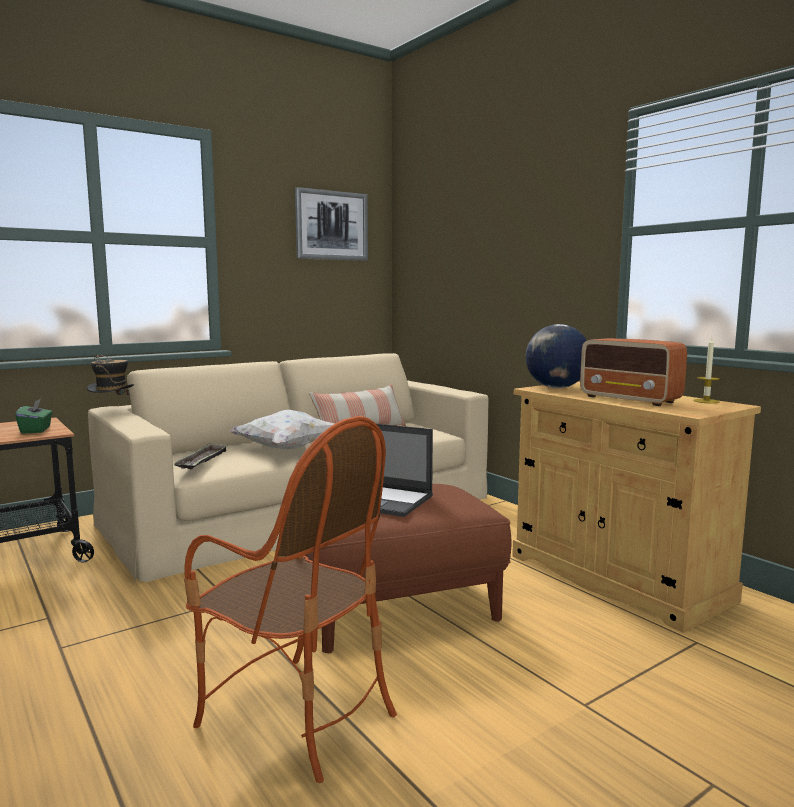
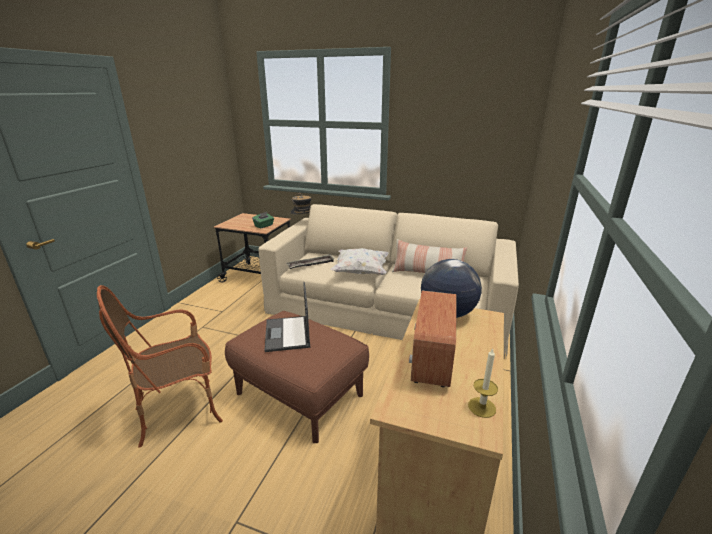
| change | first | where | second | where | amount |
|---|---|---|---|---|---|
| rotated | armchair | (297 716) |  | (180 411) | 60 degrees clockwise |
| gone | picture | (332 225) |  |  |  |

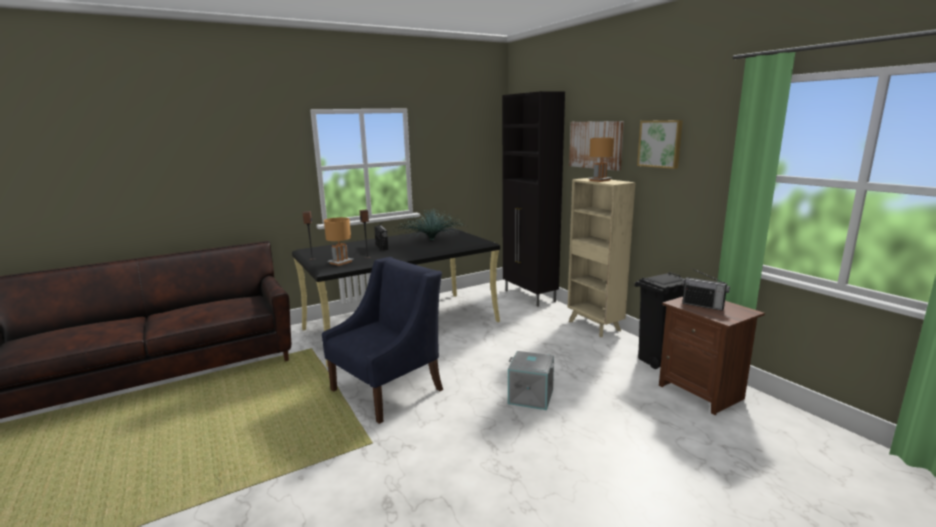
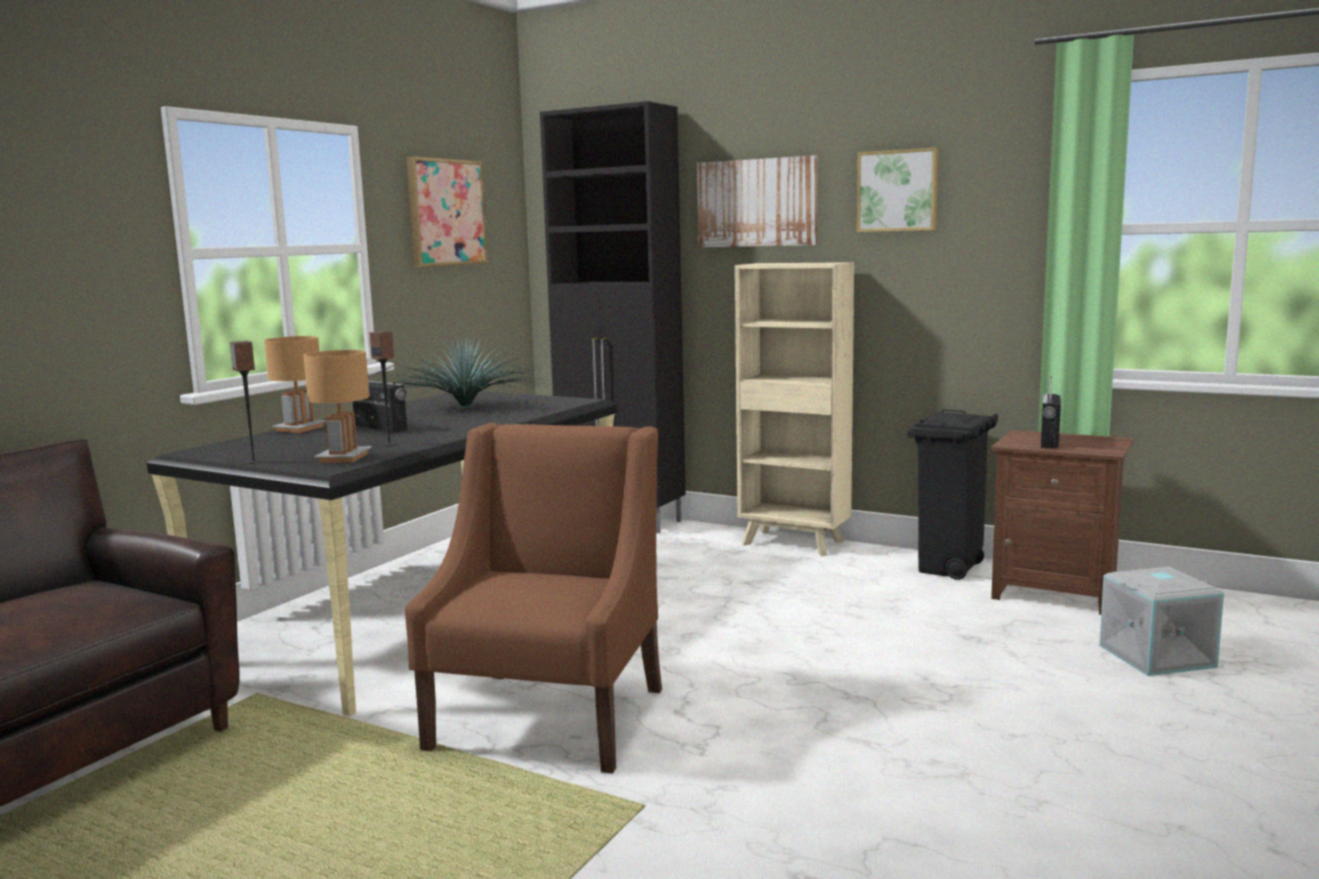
| change | first | where | second | where | amount |
|---|---|---|---|---|---|
| shifted | table lamp in brown | (599 180) |  | (299 429) |  |
| repainted | armchair in blue | (388 389) | armchair in brown | (550 717) |  |
| new |  |  | picture | (446 212) |  |
| rotated | radio | (703 305) |  | (1049 442) | 105 degrees clockwise |
| shifted | storage box in grey | (531 396) |  | (1156 655) |  |

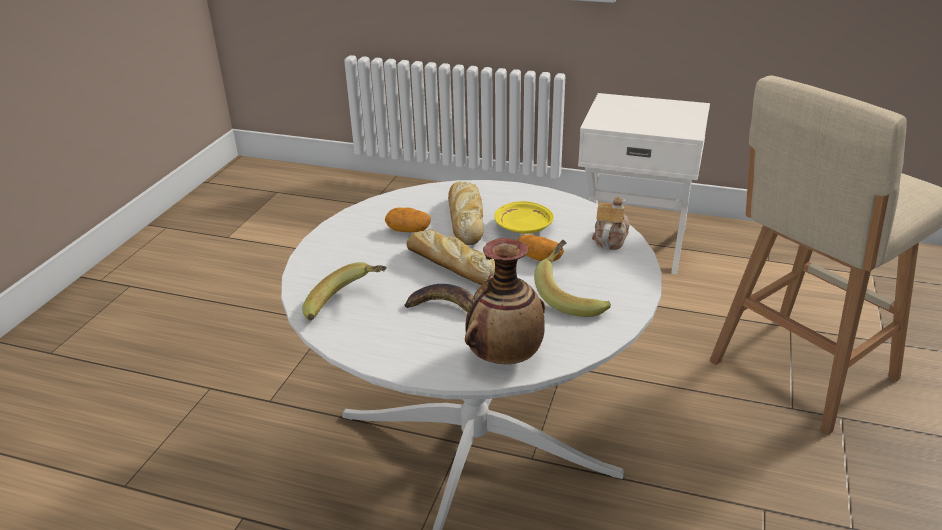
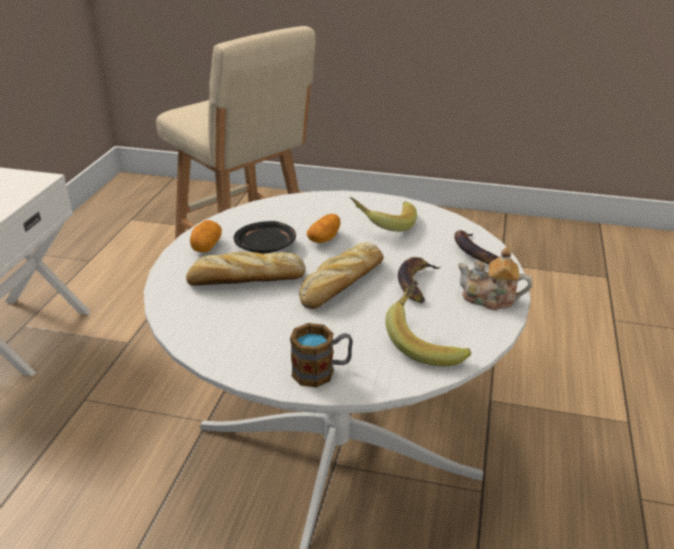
| change | first | where | second | where | amount |
|---|---|---|---|---|---|
| shifted | potato | (408 230) |  | (206 246) |  |
| repainted | plate in yellow | (523 227) | plate in black | (266 246) |  |
| new |  |  | mug | (322 372) |  |
| swapped | vase | (504 356) | banana | (474 252) |  |
| shifted | teapot | (610 238) |  | (490 299) |  |

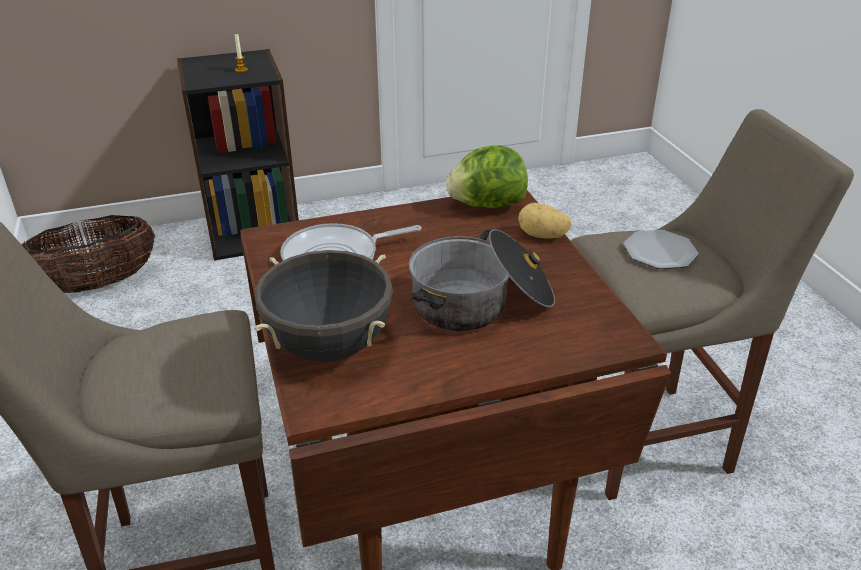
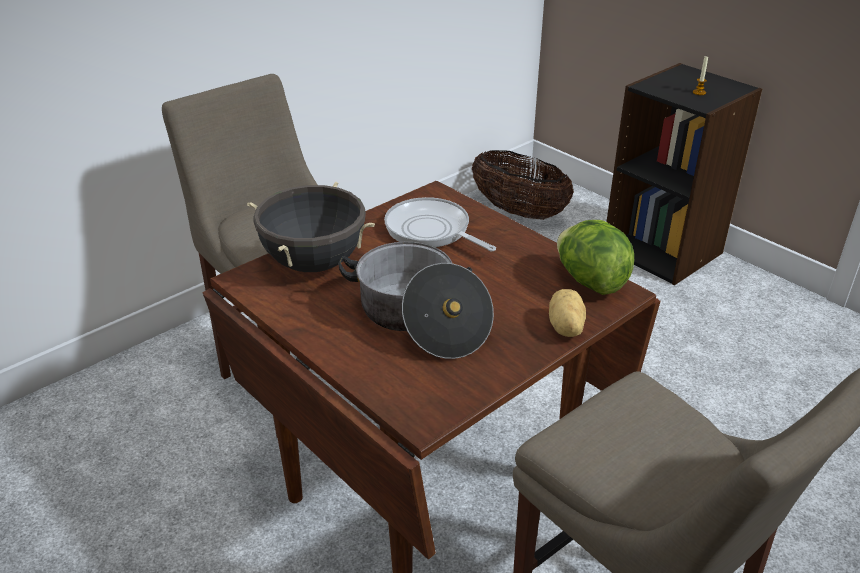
| change | first | where | second | where | amount |
|---|---|---|---|---|---|
| gone | plate | (659 252) |  |  |  |

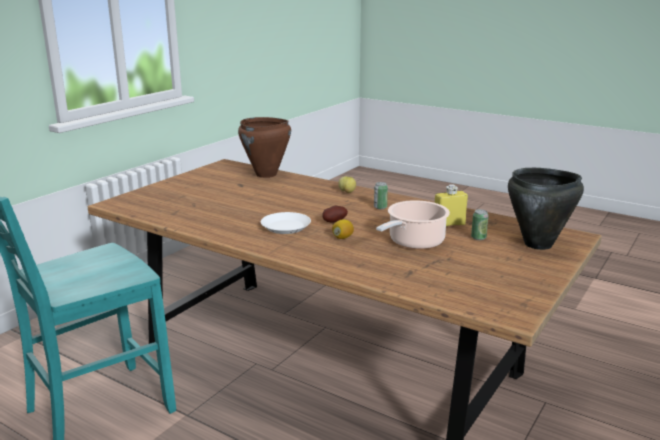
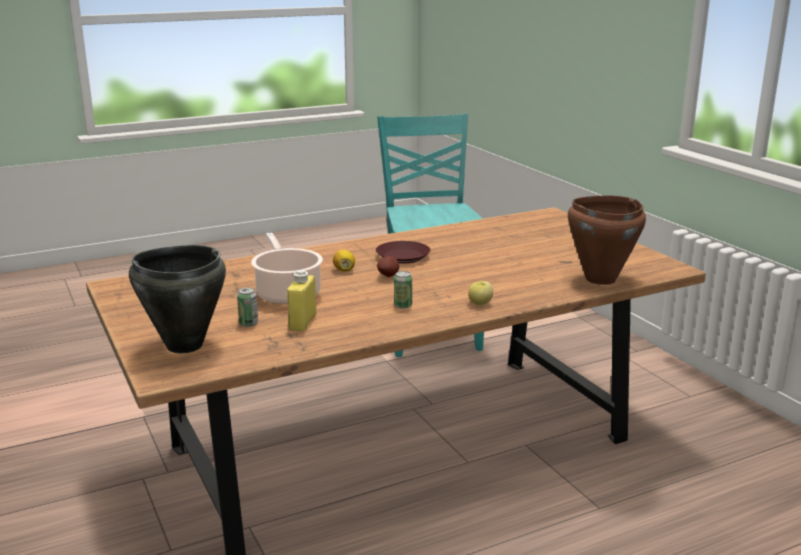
| change | first | where | second | where | amount |
|---|---|---|---|---|---|
| repainted | plate in white | (285 227) | plate in brown | (403 256) |  |

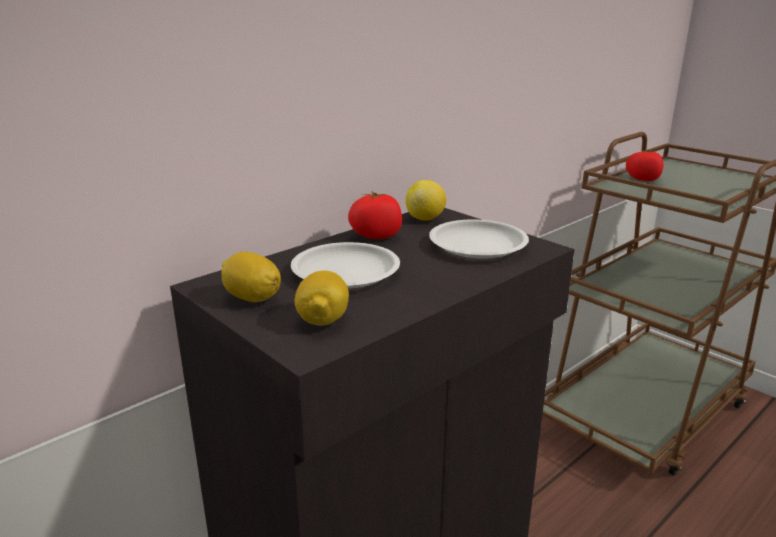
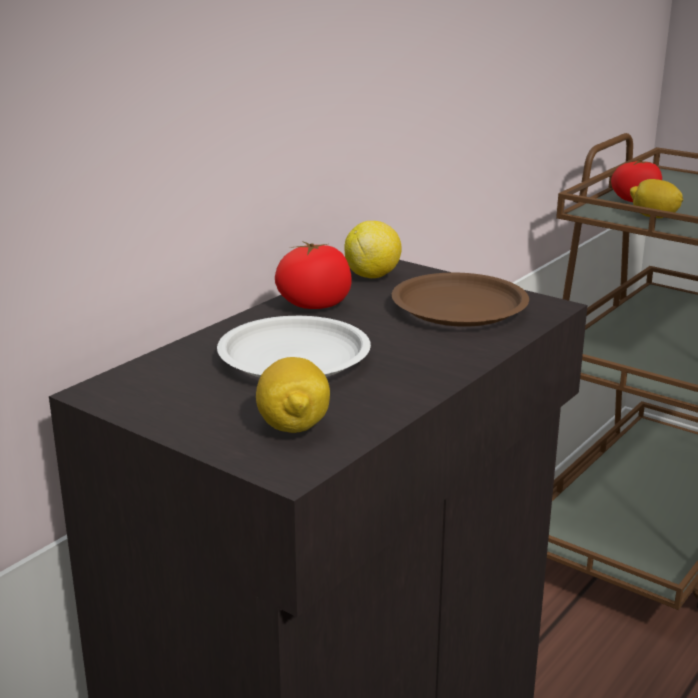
| change | first | where | second | where | amount |
|---|---|---|---|---|---|
| repainted | plate in white | (478 245) | plate in brown | (460 309) |  |
| shifted | lemon | (252 298) |  | (653 217) |  |

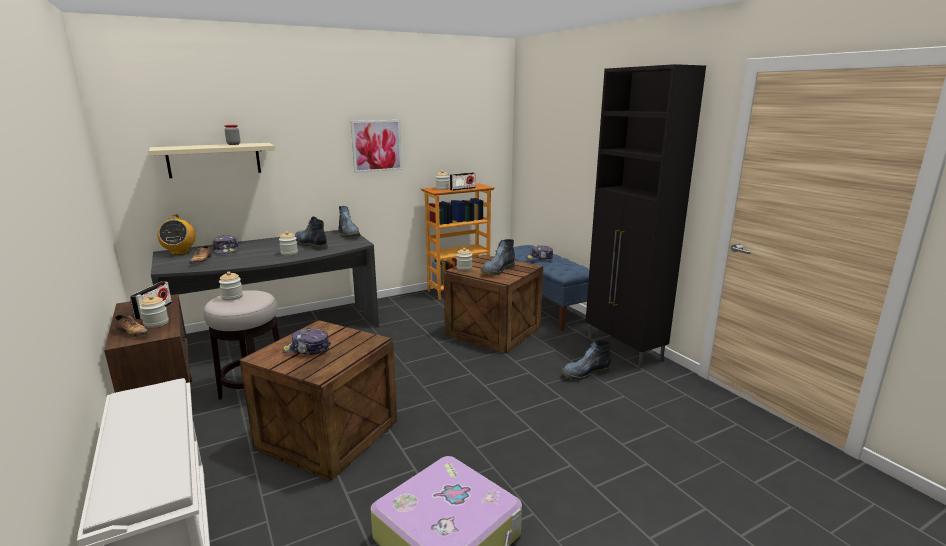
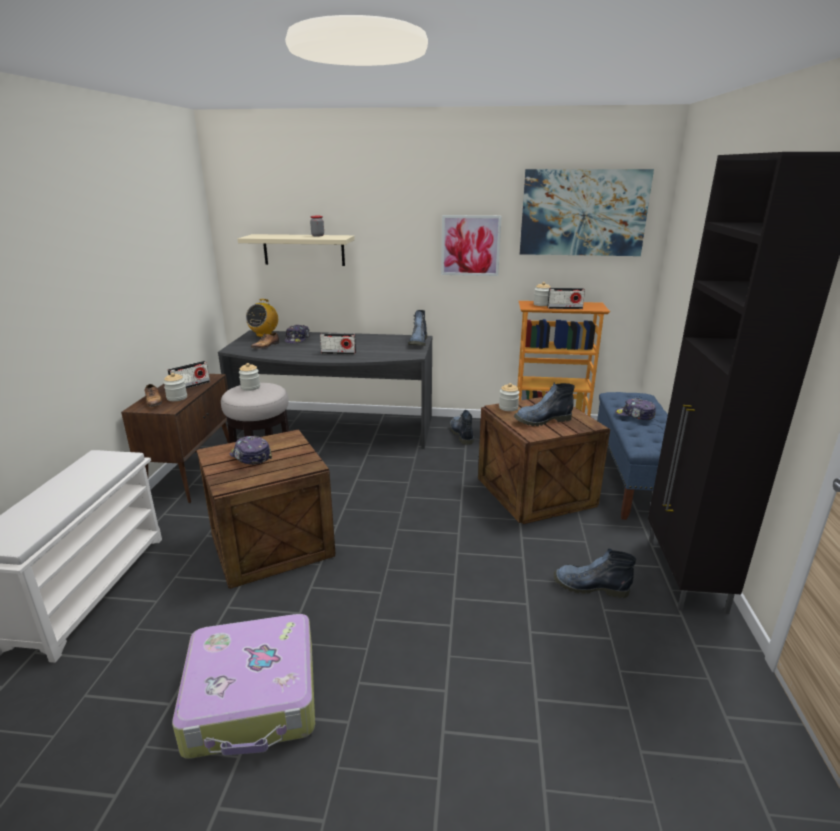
| change | first | where | second | where | amount |
|---|---|---|---|---|---|
| swapped | jar | (289 253) | radio | (338 353) |  |
| shifted | boot | (310 245) |  | (461 434) |  |
| new |  |  | picture | (583 213) |  |

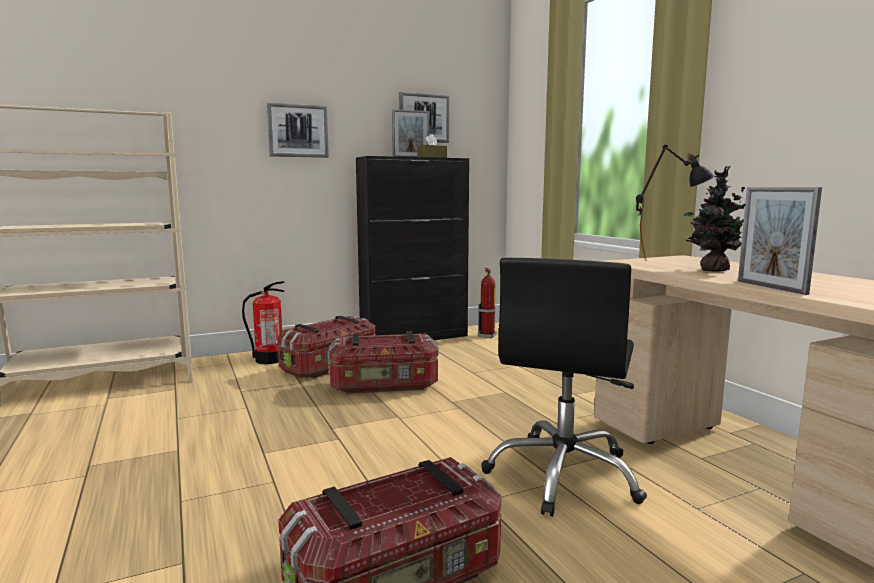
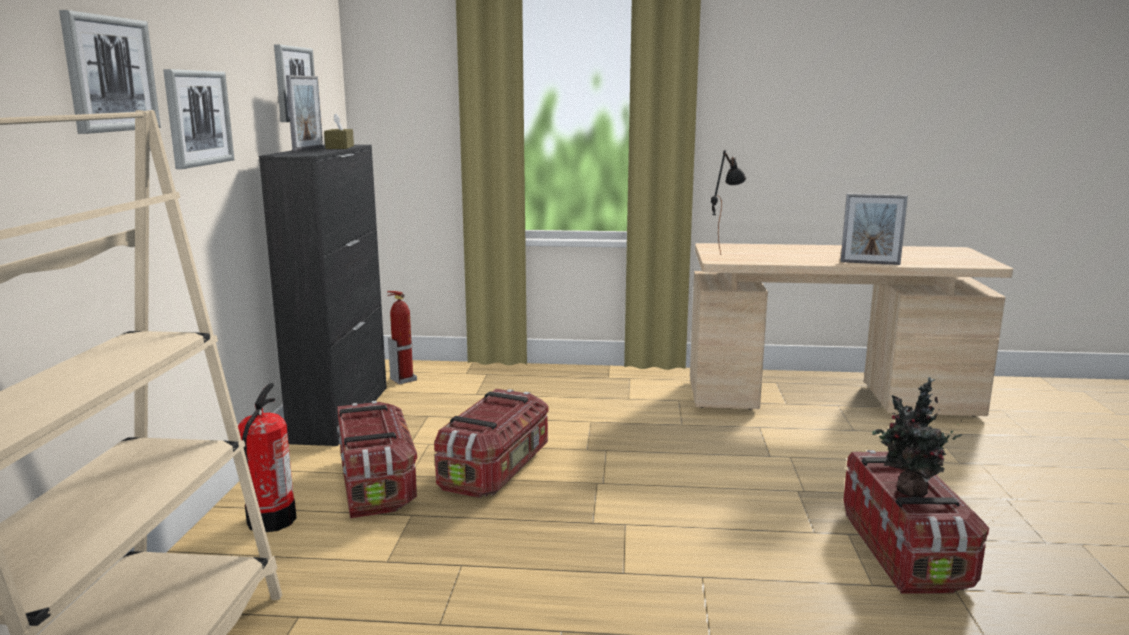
| change | first | where | second | where | amount |
|---|---|---|---|---|---|
| new |  |  | picture | (110 74) |  |
| shifted | potted plant | (711 270) |  | (909 492) |  |
| gone | office chair in black | (564 475) |  |  |  |

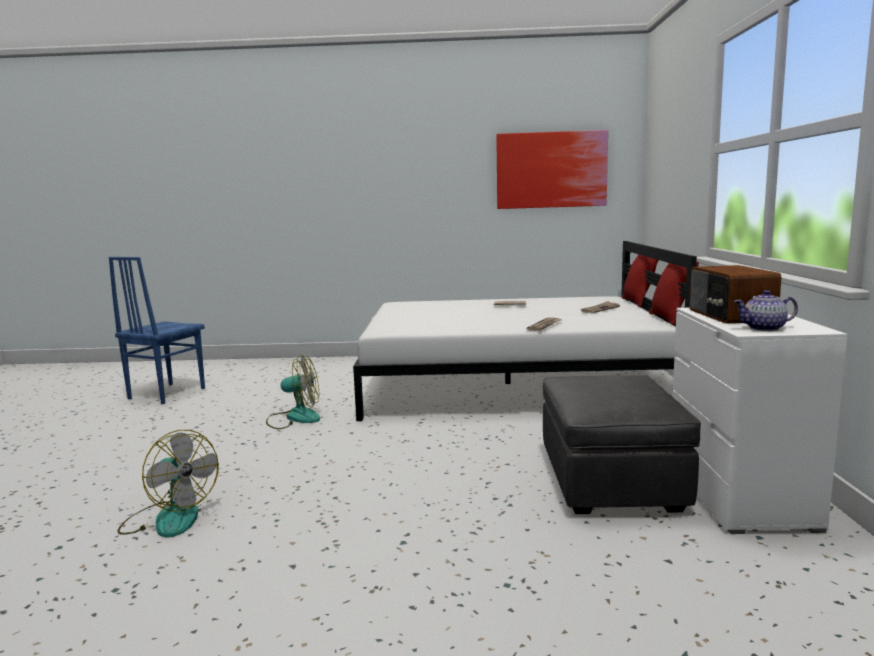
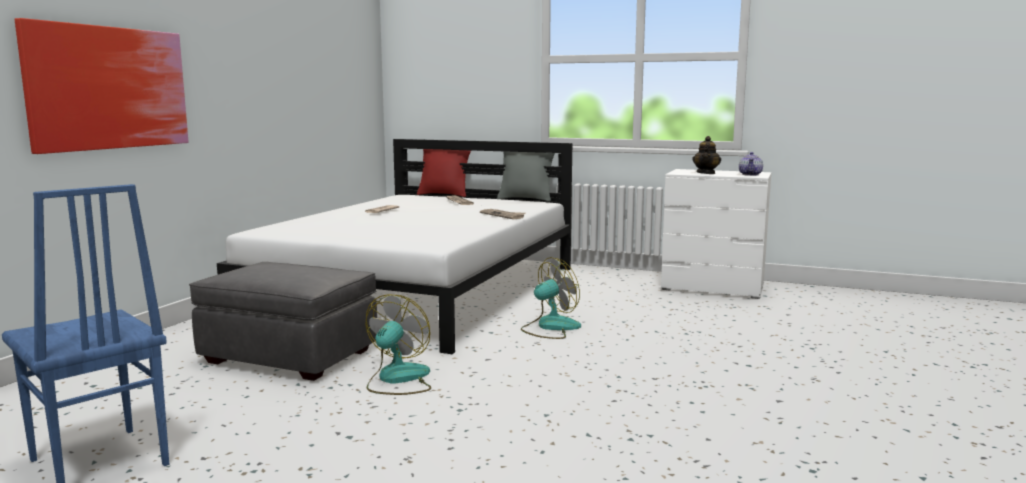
| change | first | where | second | where | amount |
|---|---|---|---|---|---|
| shifted | picture | (551 170) |  | (109 88) |  |
| shifted | ottoman in grey | (611 480) |  | (290 356) |  |
| repainted | pillow in red | (669 319) | pillow in grey | (526 199) |  |
| shifted | fan | (169 518) |  | (550 327) |  |
| swapped | radio | (729 315) | teapot | (706 173) |  |

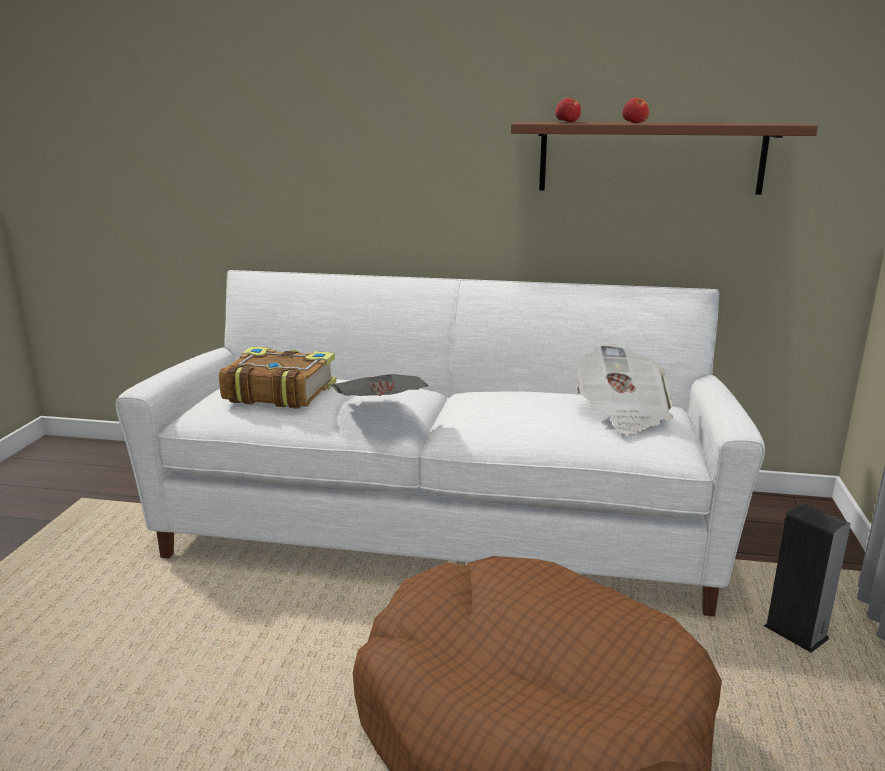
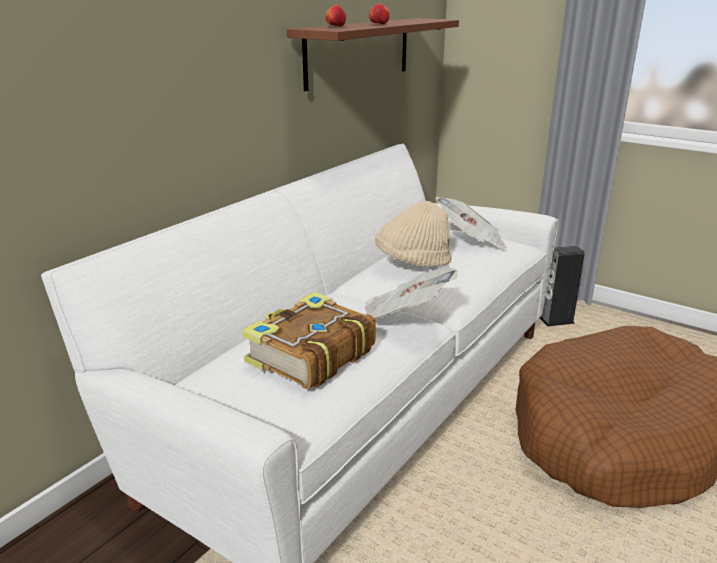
| change | first | where | second | where | amount |
|---|---|---|---|---|---|
| new |  |  | hat in beige | (412 262) |  |

